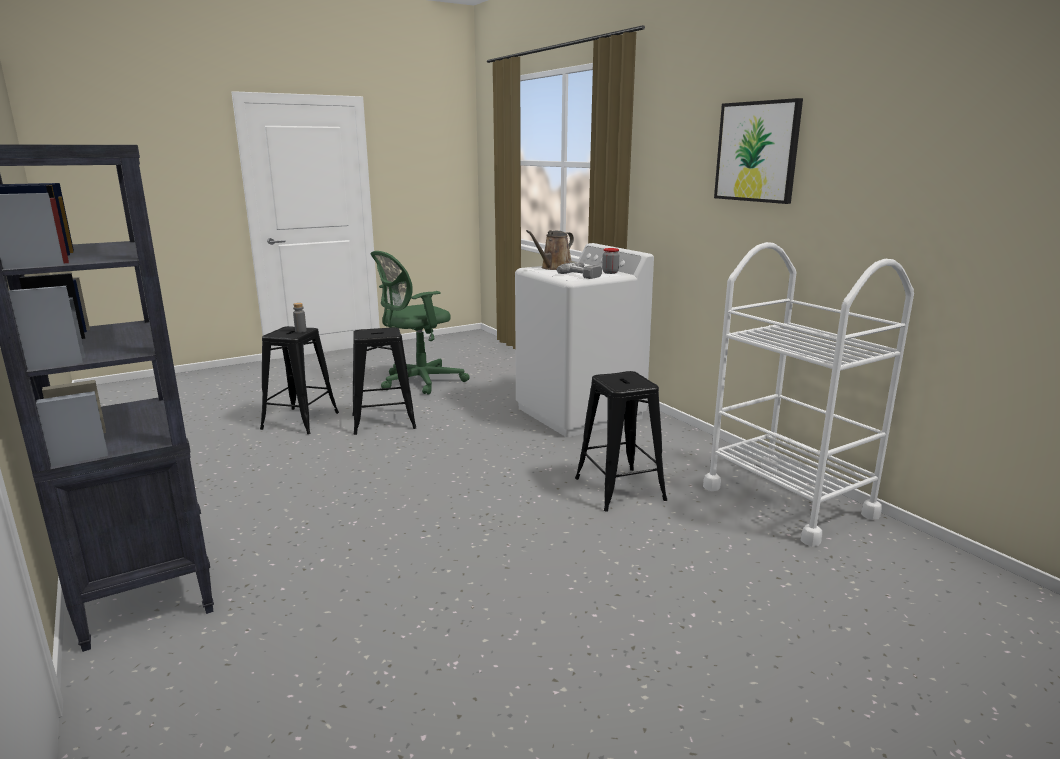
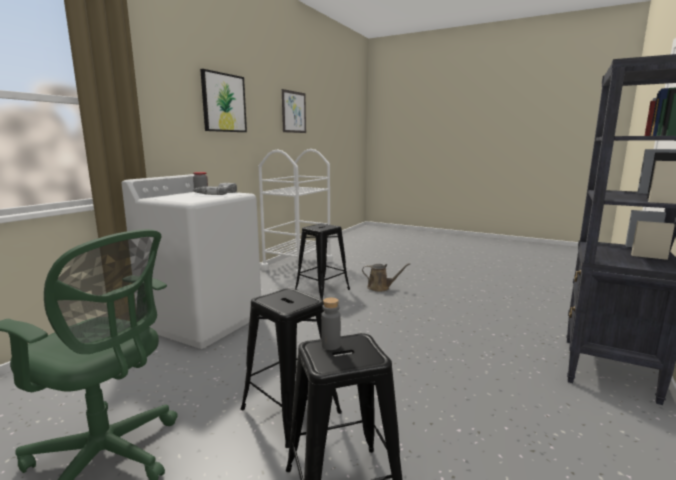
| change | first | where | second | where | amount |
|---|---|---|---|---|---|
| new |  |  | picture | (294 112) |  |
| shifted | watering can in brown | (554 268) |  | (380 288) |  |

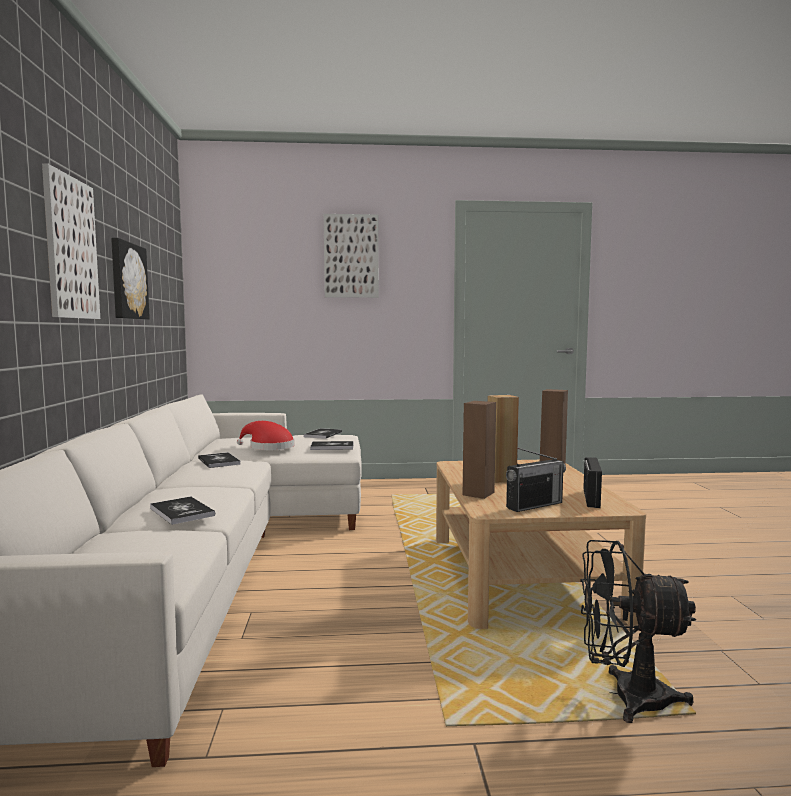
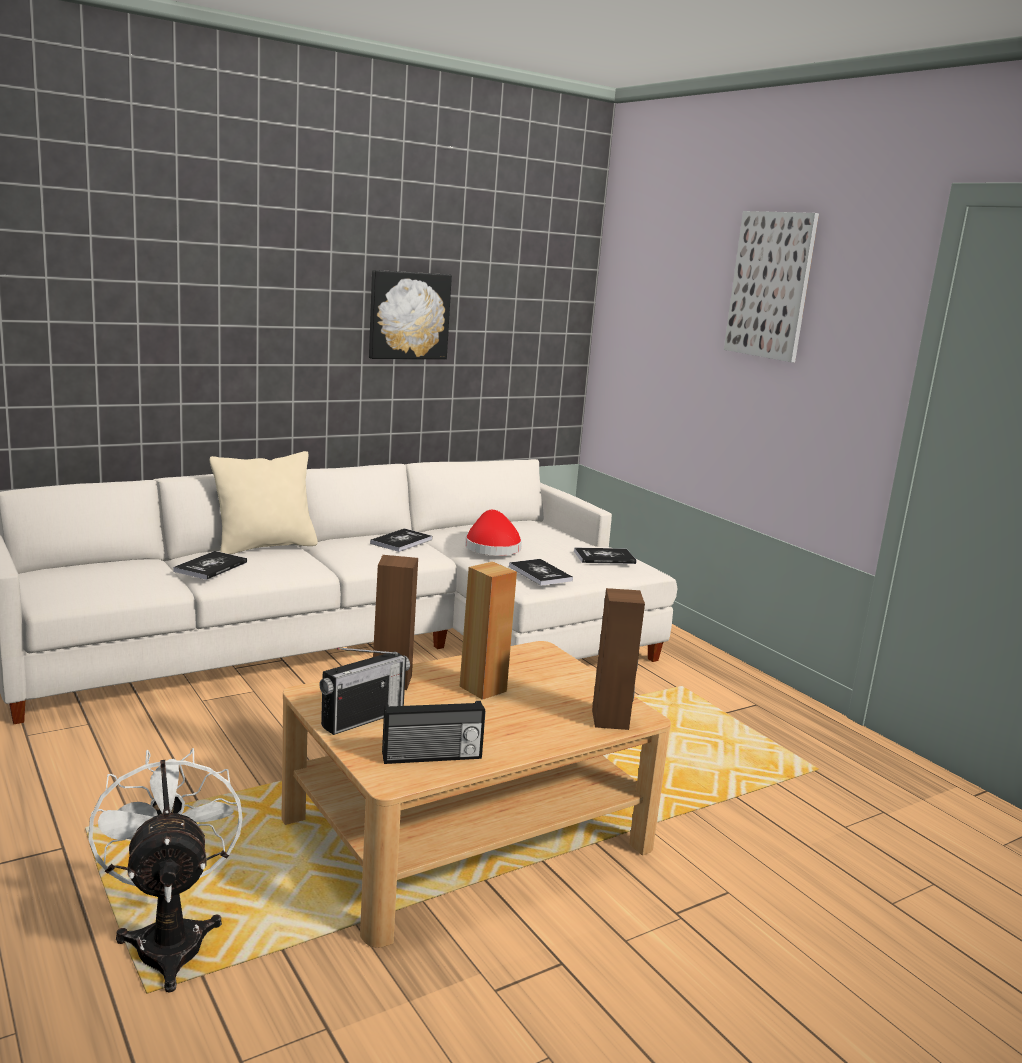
| change | first | where | second | where | amount |
|---|---|---|---|---|---|
| repainted | fan in black | (626 696) | fan in white | (170 938) |  |
| new |  |  | pillow in beige | (265 546) |  |
| rotated | radio | (534 505) |  | (362 719) | 75 degrees counterclockwise |
| gone | picture | (71 248) |  |  |  |

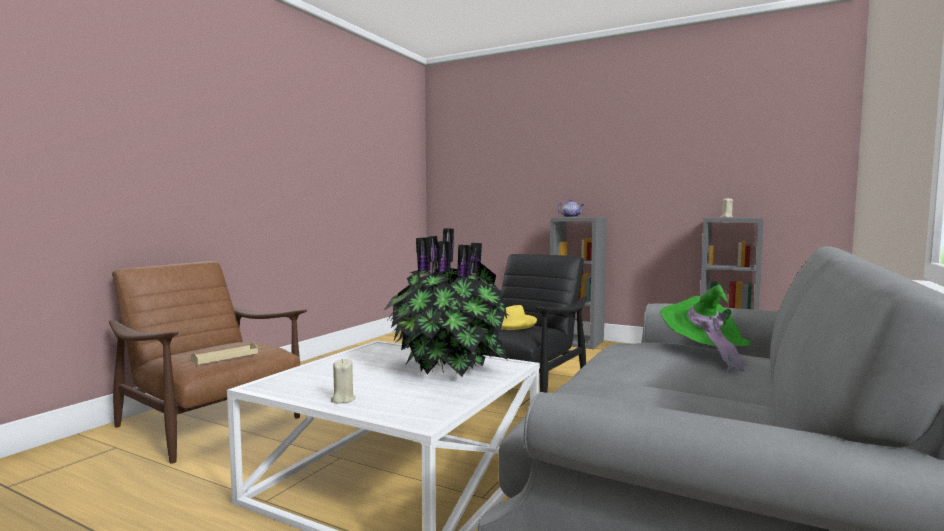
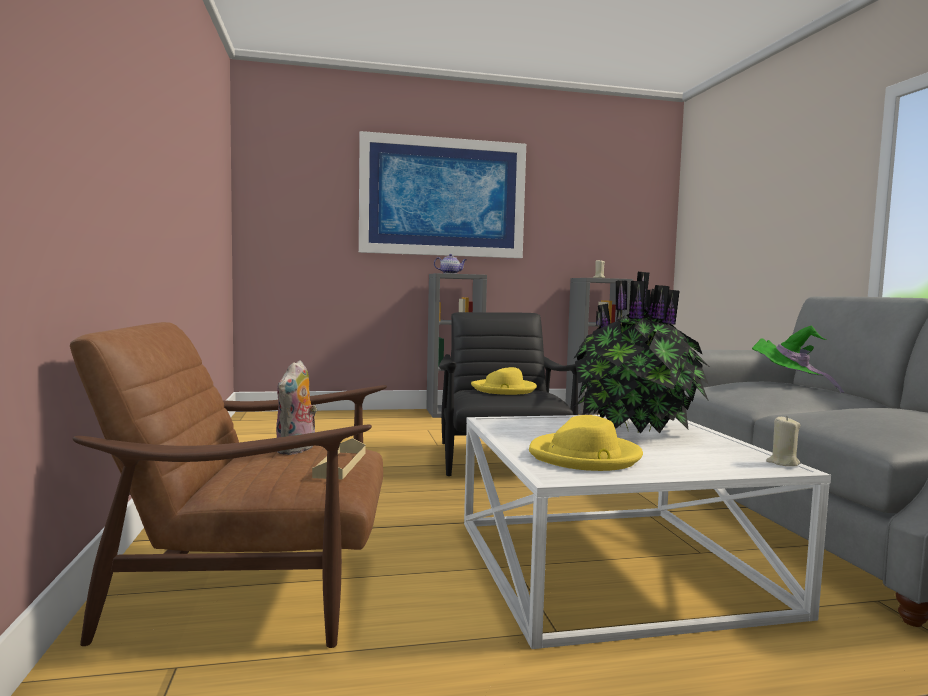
| change | first | where | second | where | amount |
|---|---|---|---|---|---|
| new |  |  | plush toy | (297 450) |  |
| new |  |  | picture | (443 197) |  |
| new |  |  | hat in yellow | (585 456) |  |
| shifted | candle in beige | (343 399) |  | (782 463) |  |

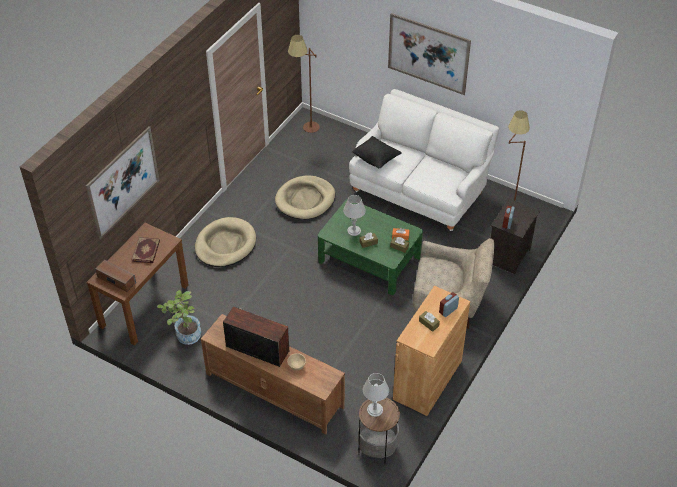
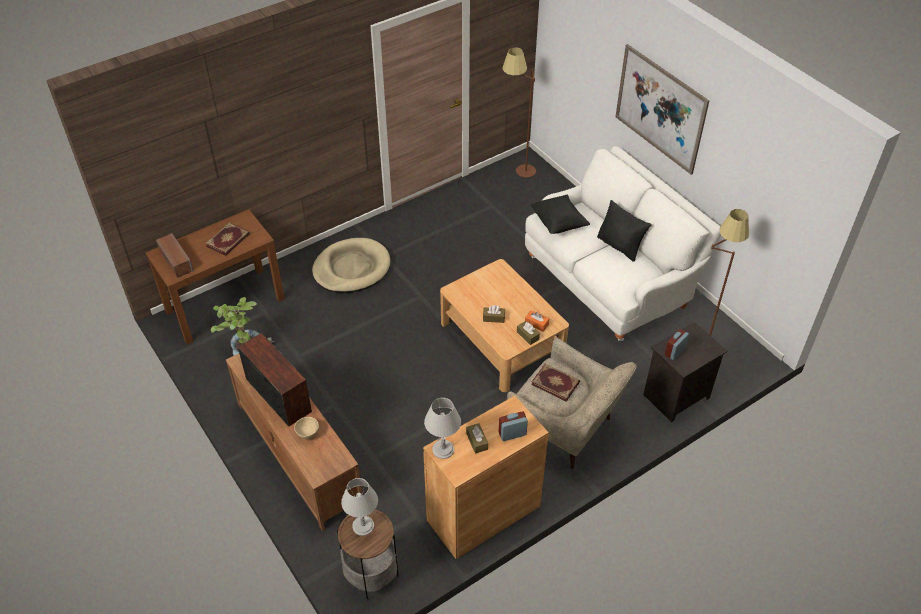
| change | first | where | second | where | amount |
|---|---|---|---|---|---|
| shifted | table lamp in grey | (354 230) |  | (443 449) |  |
| repainted | coffee table in green | (369 259) | coffee table in beige | (502 340) |  |
| new |  |  | book | (555 383) |  |
| new |  |  | pillow in black | (620 246) |  |
| gone | picture | (123 182) |  |  |  |
| gone | dog bed in beige | (305 200) |  |  |  |

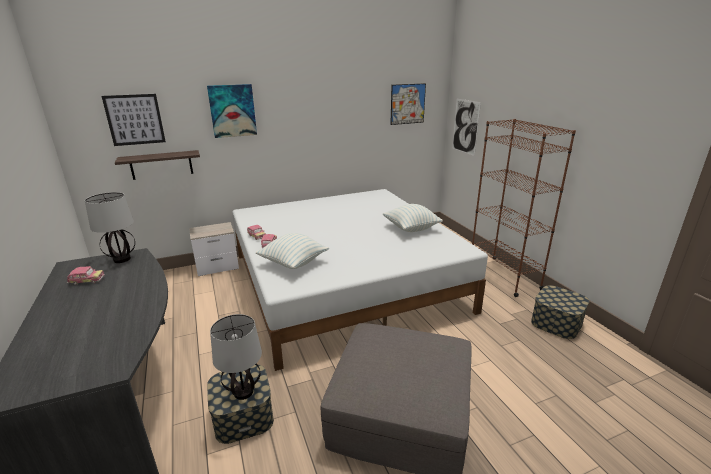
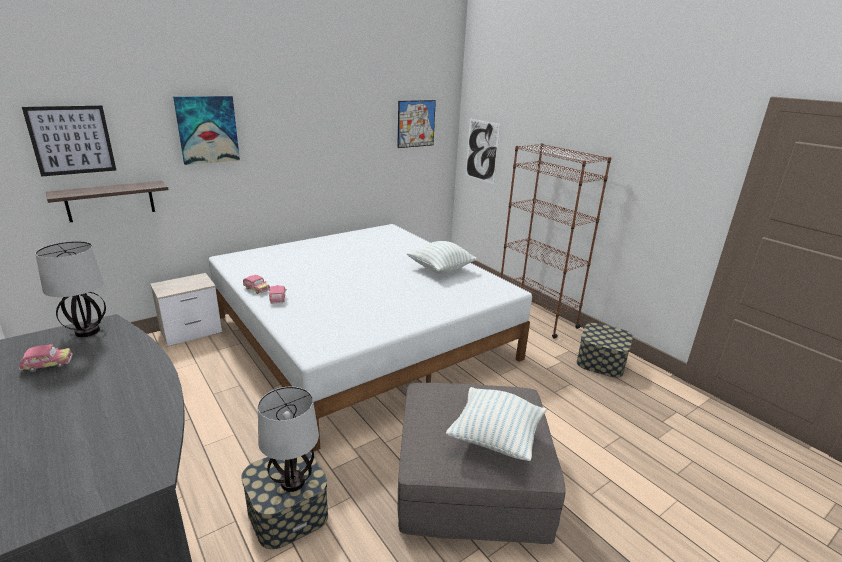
| change | first | where | second | where | amount |
|---|---|---|---|---|---|
| shifted | pillow | (293 263) |  | (495 439) |  |

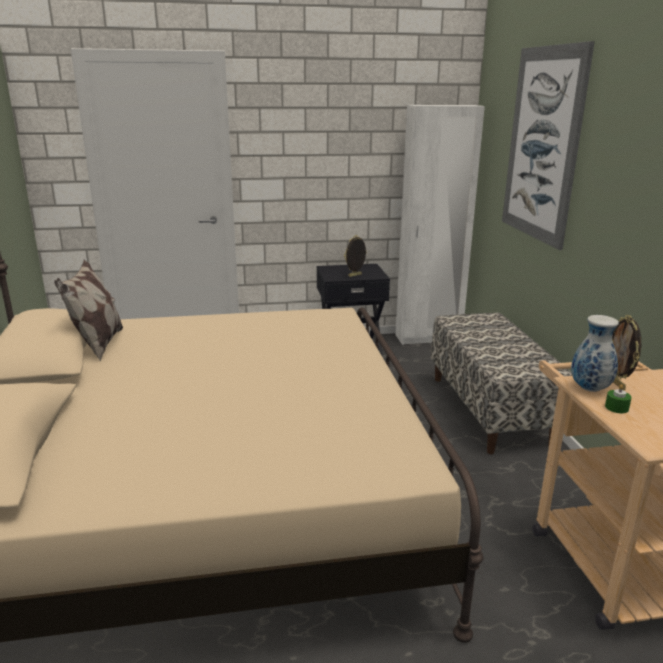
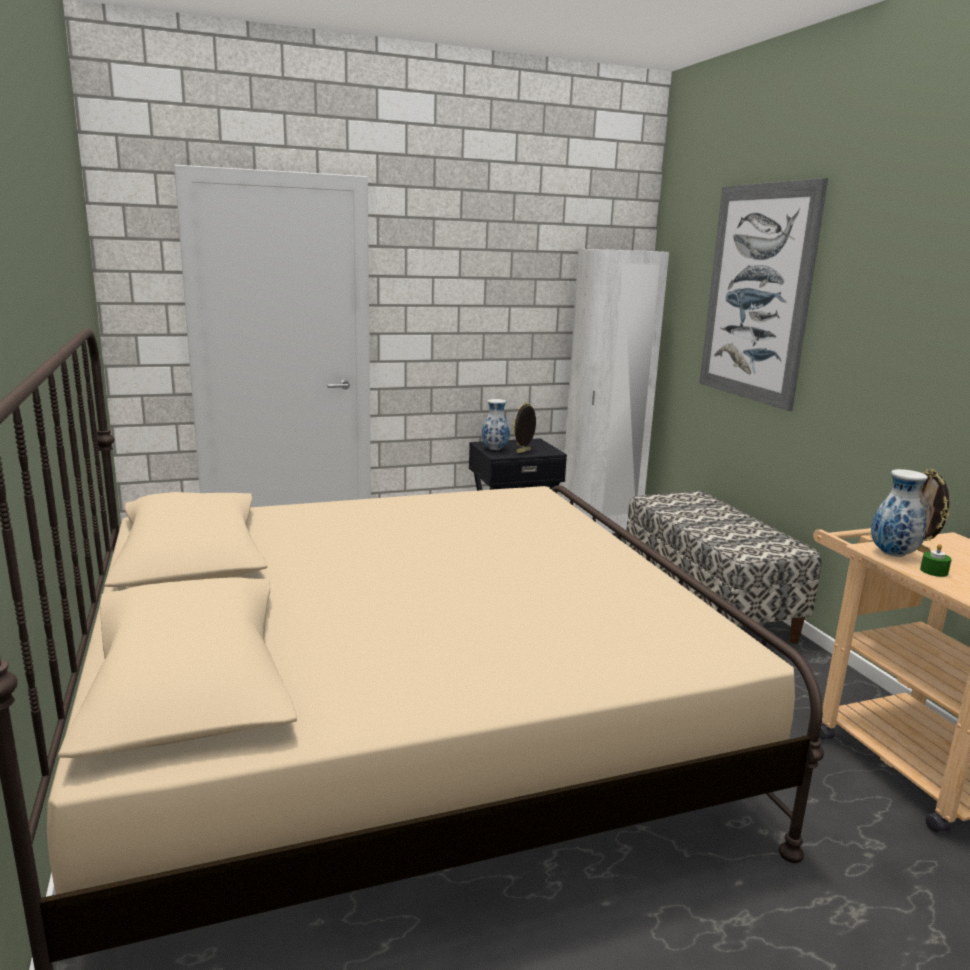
| change | first | where | second | where | amount |
|---|---|---|---|---|---|
| new |  |  | vase | (495 449) |  |
| gone | pillow | (98 345) |  |  |  |

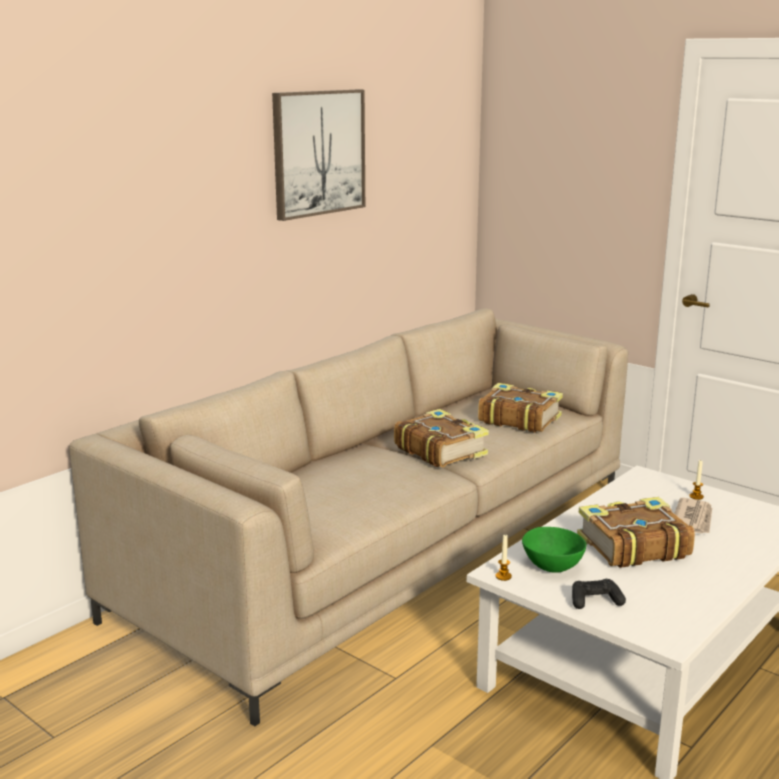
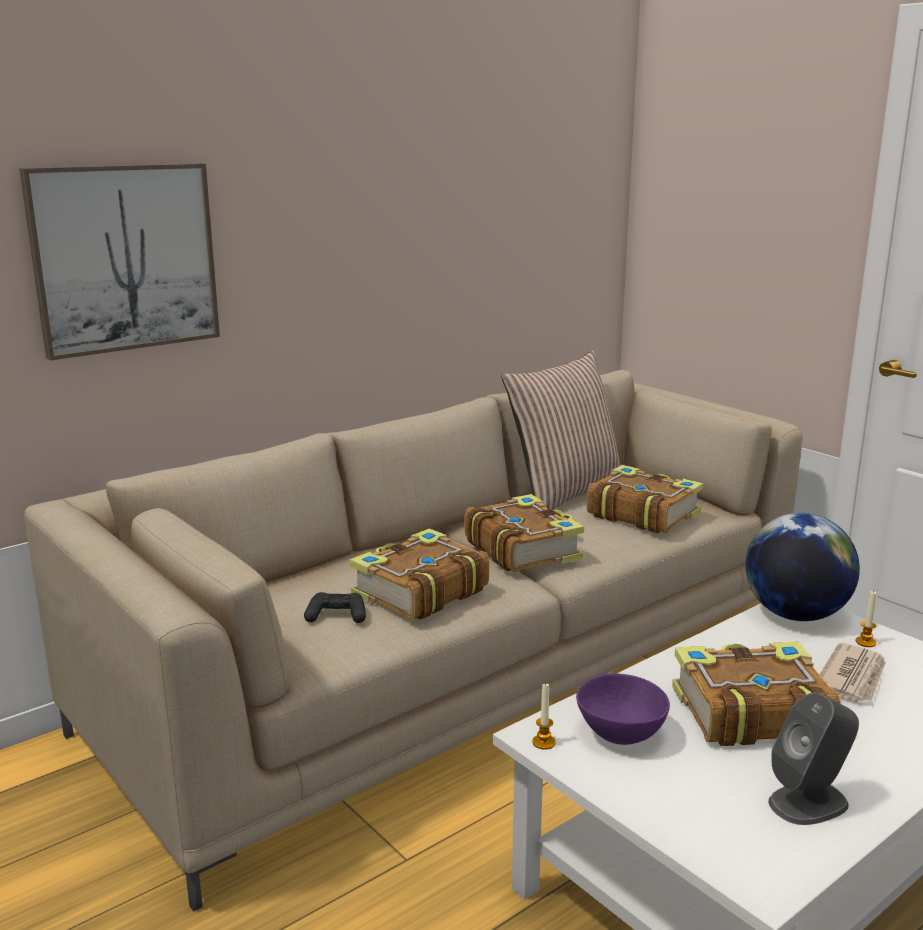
| change | first | where | second | where | amount |
|---|---|---|---|---|---|
| shifted | picture | (318 153) |  | (124 258) |  |
| shifted | game controller in black | (595 601) |  | (336 616) |  |
| new |  |  | book | (418 592) |  |
| new |  |  | pillow | (564 492) |  |
| repainted | bowl in green | (552 567) | bowl in purple | (620 735) |  |
| new |  |  | globe | (795 615) |  |
| new |  |  | speaker in grey | (809 802) |  |

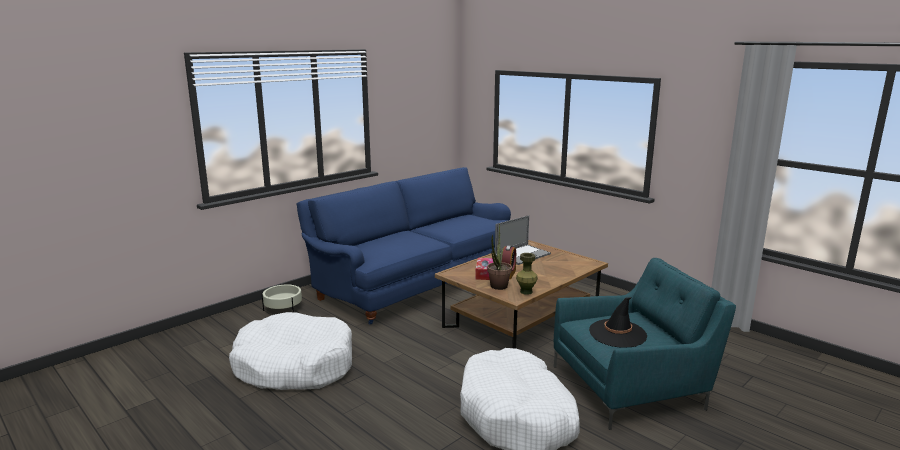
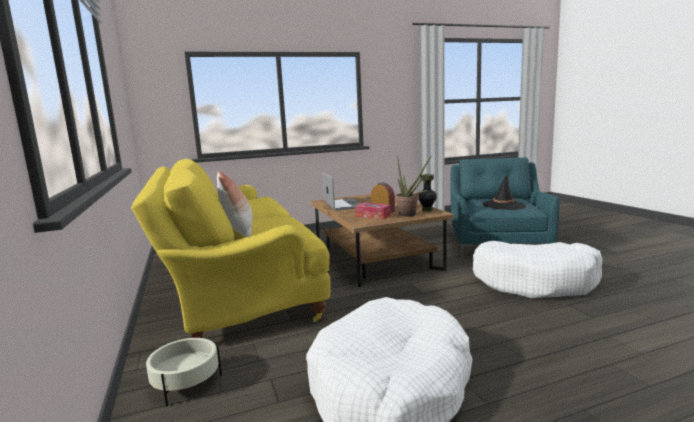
| change | first | where | second | where | amount |
|---|---|---|---|---|---|
| repainted | sofa in blue | (417 281) | sofa in yellow | (235 284) |  |
| new |  |  | pillow | (238 232) |  |
| repainted | vase in green | (526 292) | vase in black | (427 210) |  |

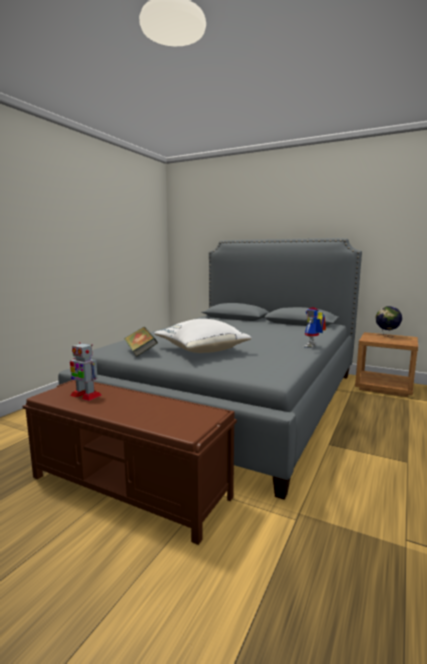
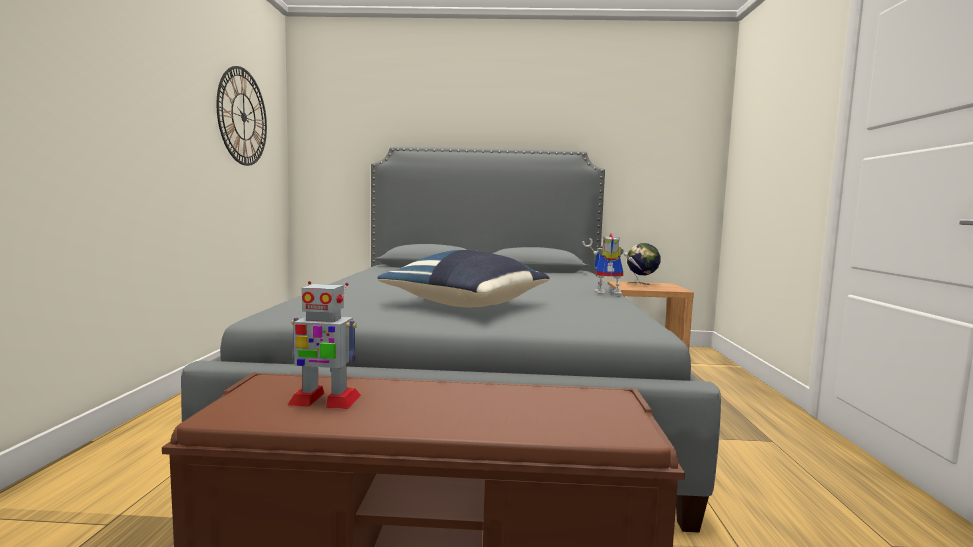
| change | first | where | second | where | amount |
|---|---|---|---|---|---|
| new |  |  | wall clock | (243 117) |  |
| repainted | pillow in white | (202 351) | pillow in blue | (467 306) |  |
| rotated | toy robot | (312 346) |  | (610 293) | 90 degrees counterclockwise |
| gone | book | (140 352) |  |  |  |

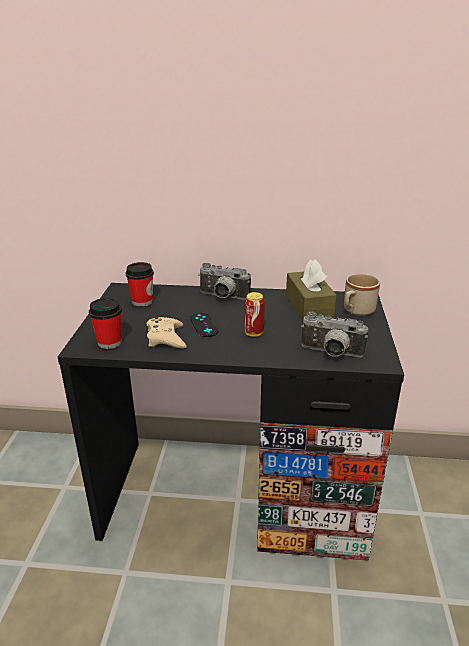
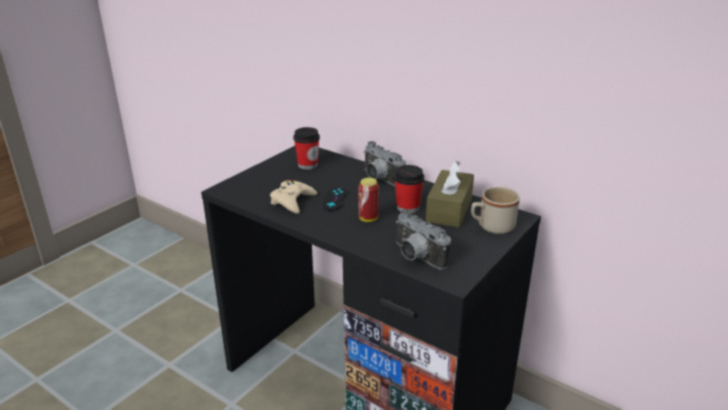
| change | first | where | second | where | amount |
|---|---|---|---|---|---|
| shifted | cup | (109 342) |  | (408 207) |  |

